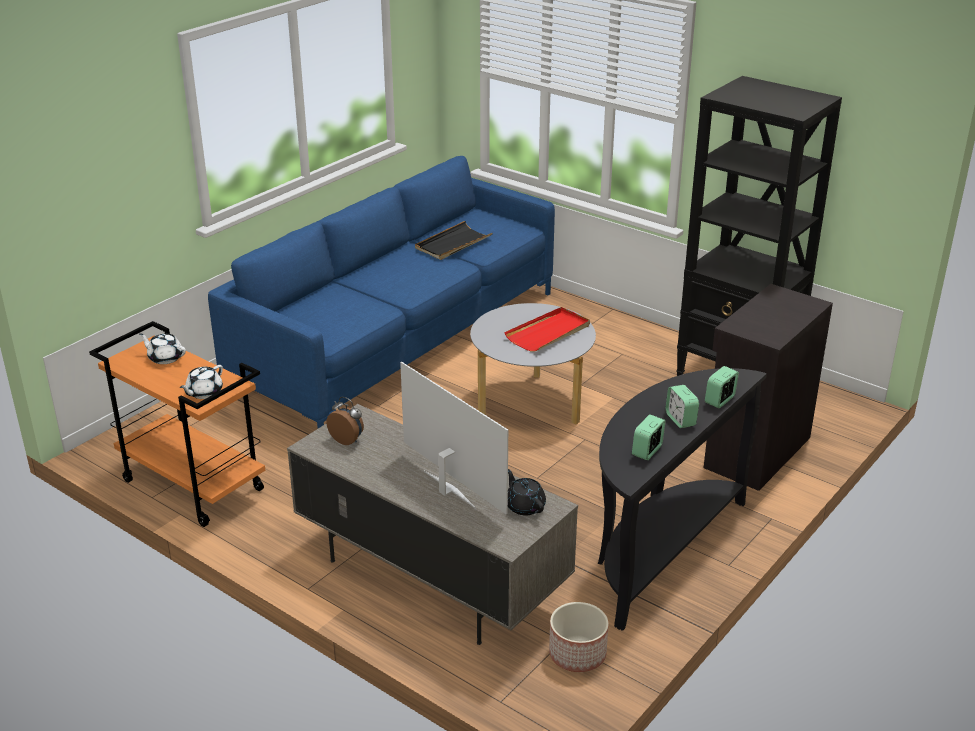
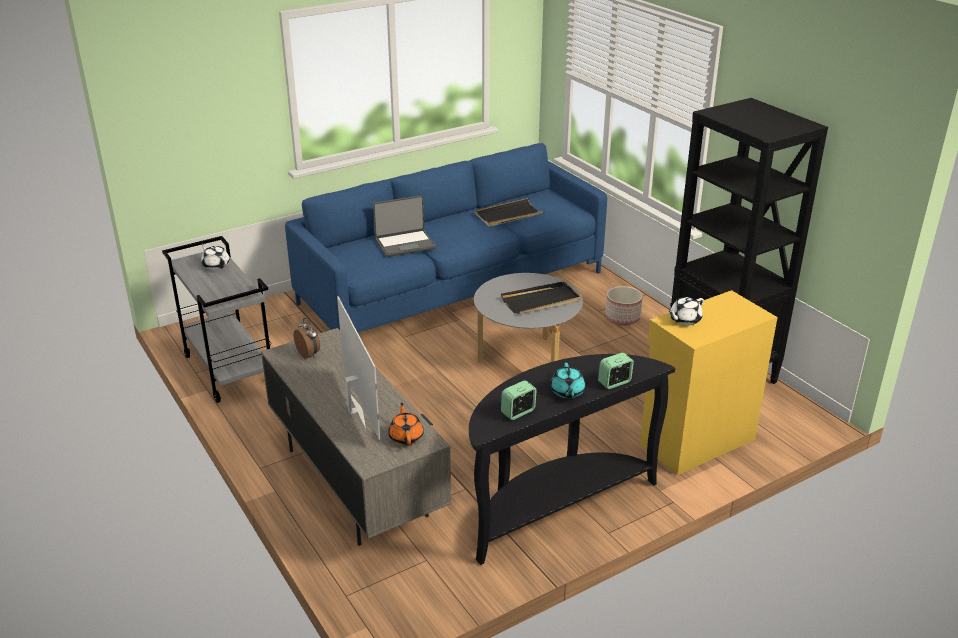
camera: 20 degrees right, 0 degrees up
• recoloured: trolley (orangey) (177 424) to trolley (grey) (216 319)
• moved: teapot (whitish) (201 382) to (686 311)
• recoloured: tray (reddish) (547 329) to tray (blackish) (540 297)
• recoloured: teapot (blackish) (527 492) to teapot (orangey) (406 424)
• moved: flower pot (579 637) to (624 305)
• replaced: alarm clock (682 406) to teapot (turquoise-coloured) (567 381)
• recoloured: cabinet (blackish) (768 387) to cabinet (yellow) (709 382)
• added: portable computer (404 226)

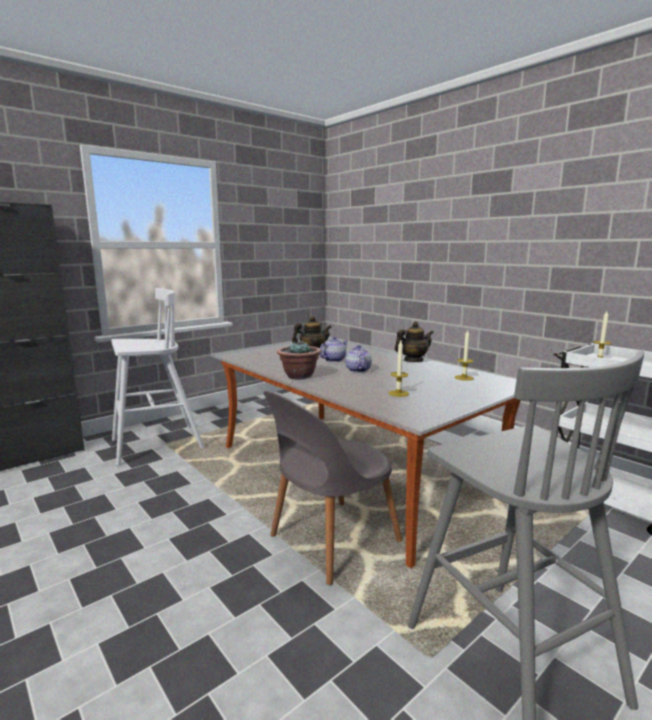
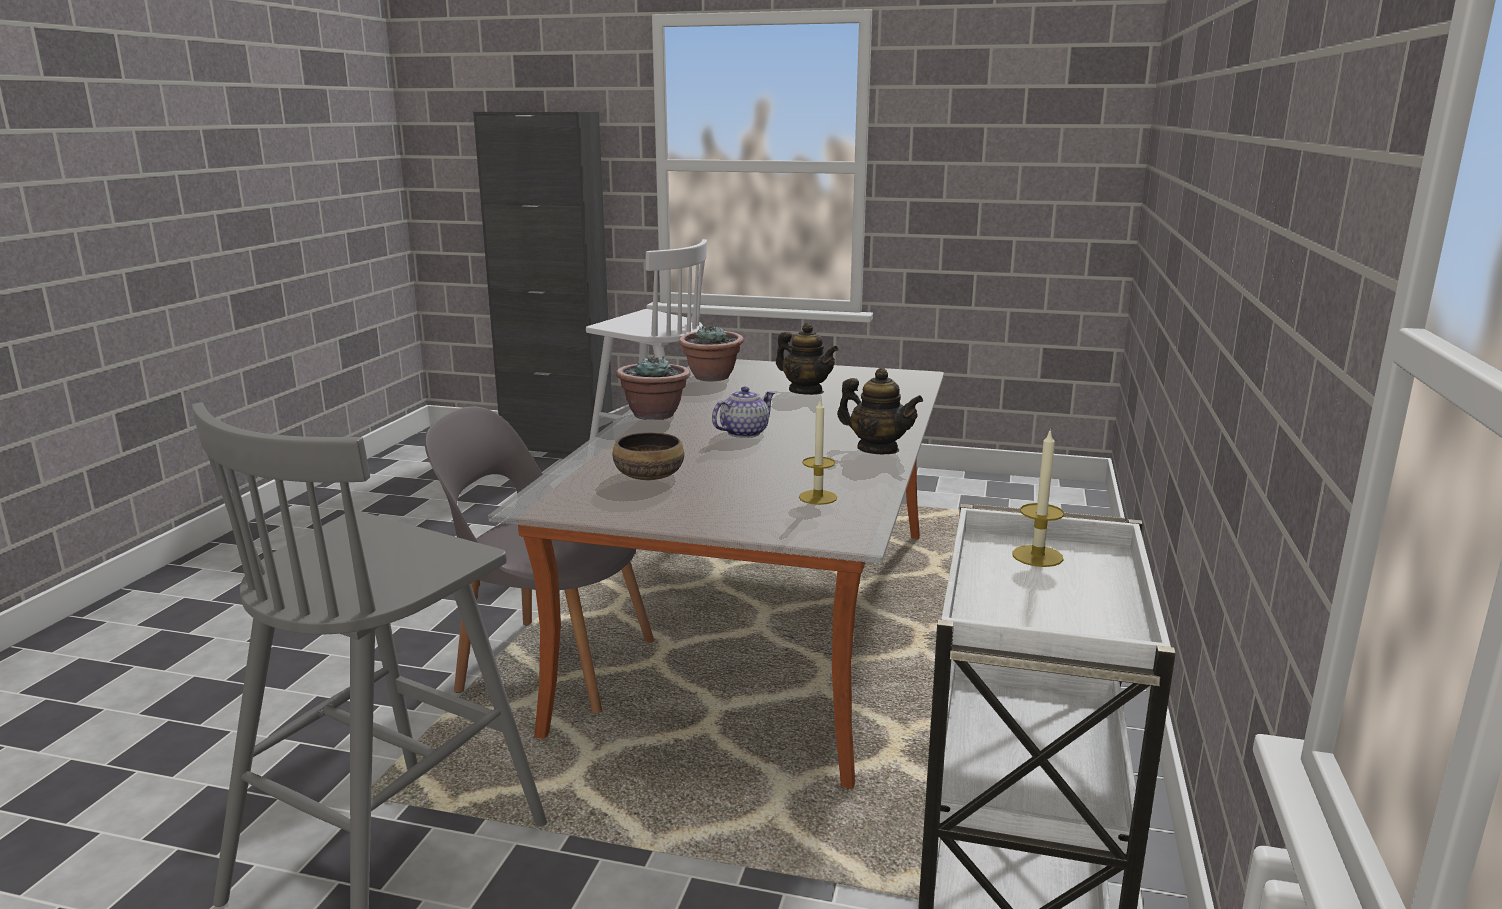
camera: 55 degrees right, 5 degrees up
• removed: teapot (333 349)
• replaced: wax light (398 369) to serving bowl (648 456)
• added: plant in a pot (711 353)

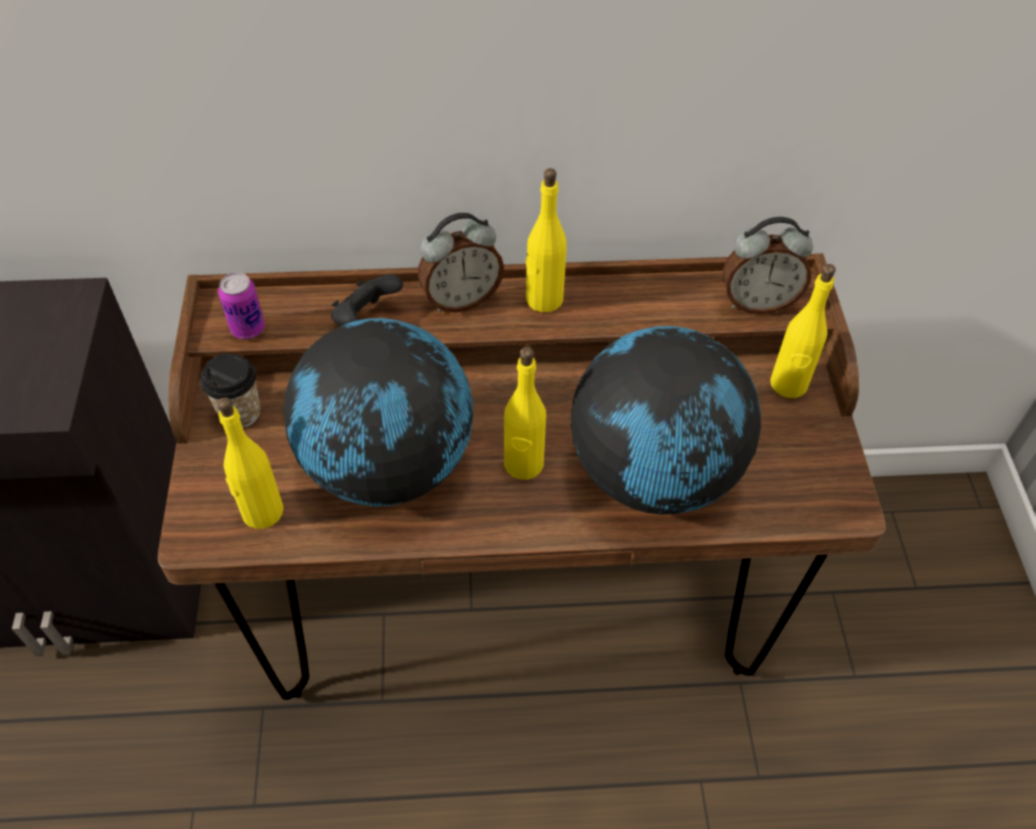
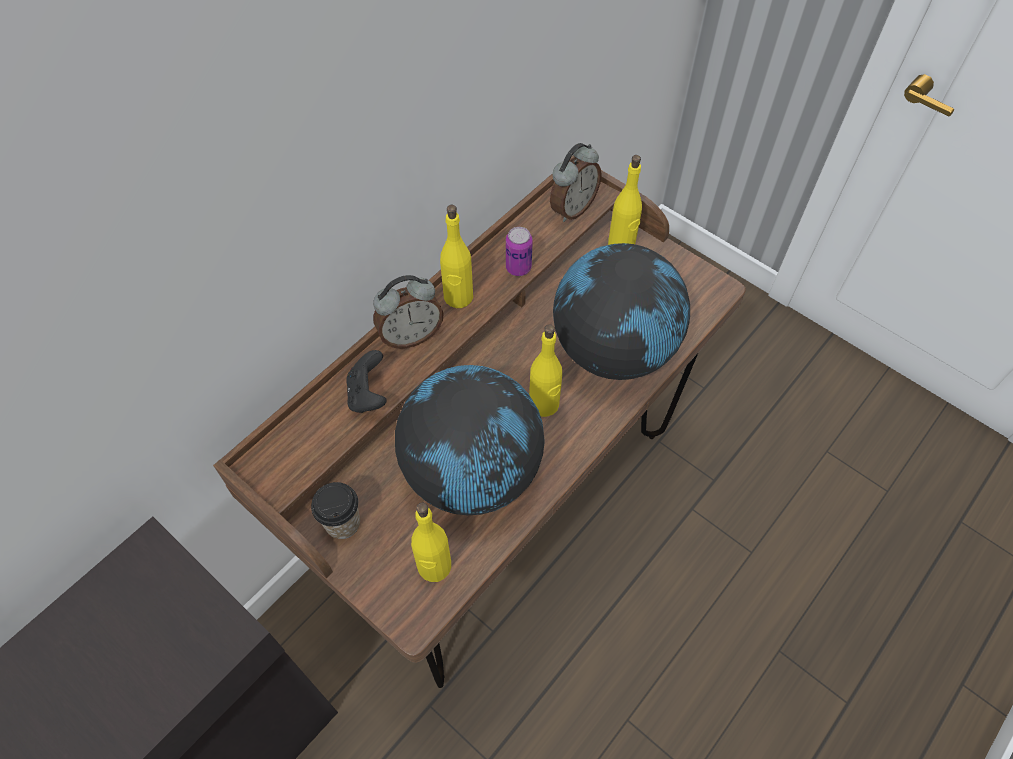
camera: 45 degrees left, 5 degrees up
• moved: metal can (241 305) to (519 251)
• turned: alarm clock (461 262) = (408 312) 45 degrees clockwise

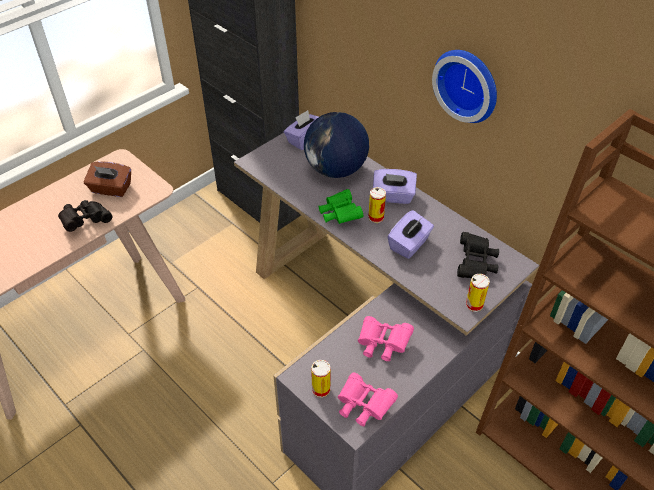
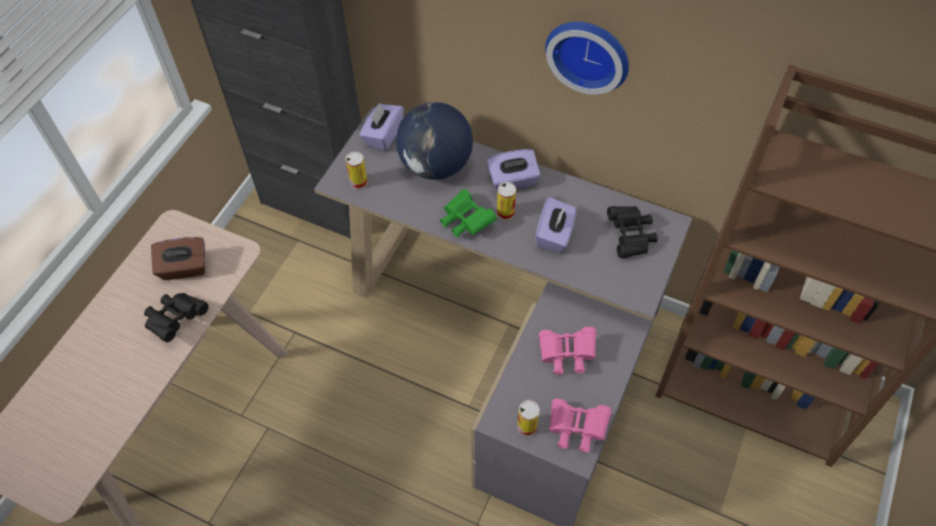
camera: 20 degrees left, 10 degrees up
• moved: metal can (478 293) to (356 170)

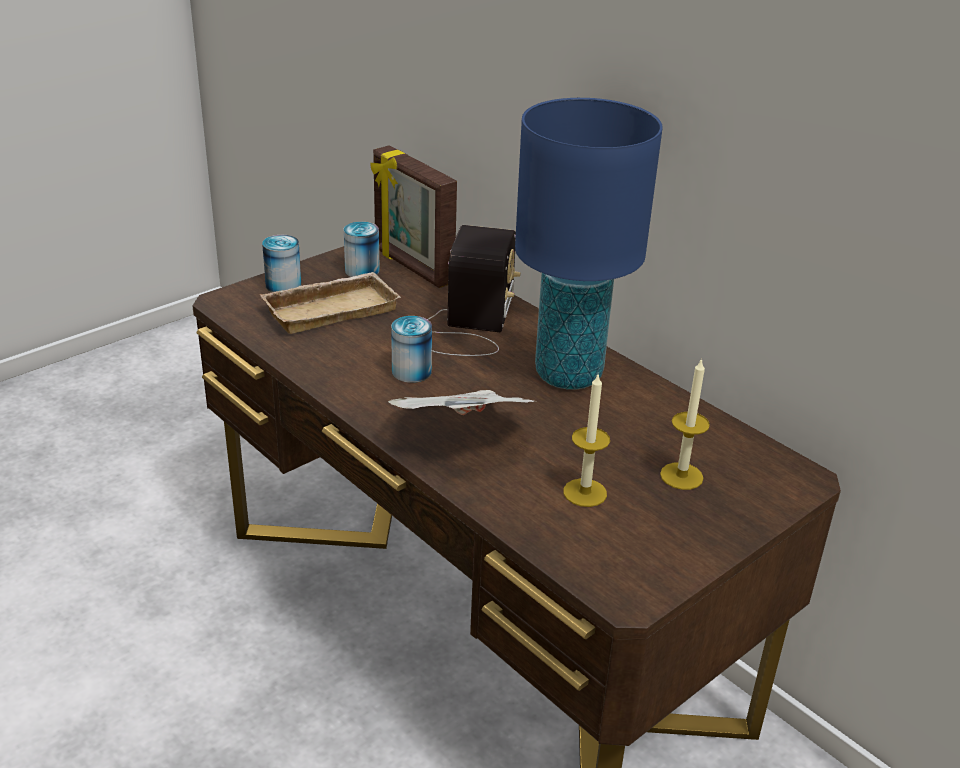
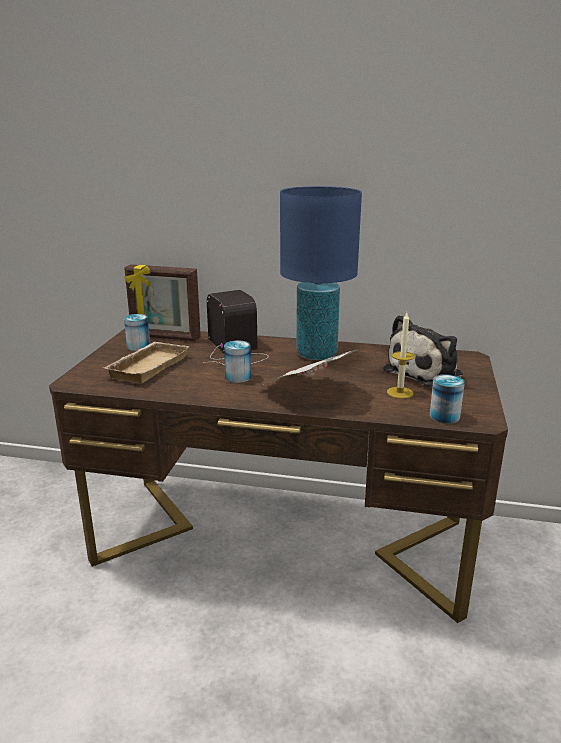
camera: 35 degrees left, 10 degrees down
• moved: metal can (281 263) to (447 399)
• replaced: wax light (685 424) to soft toy (423 351)

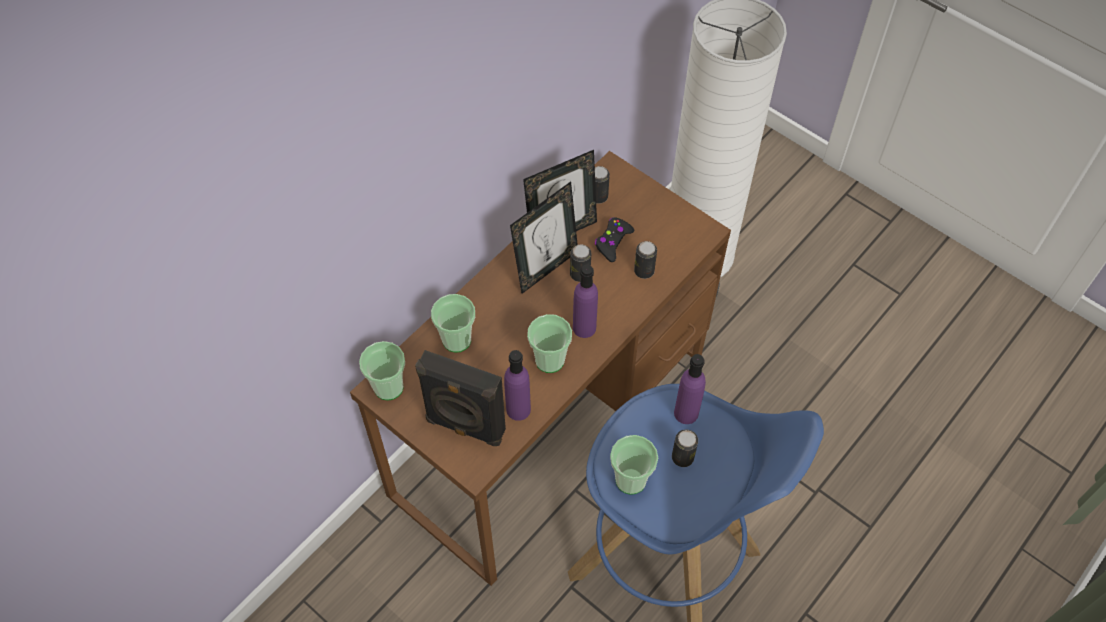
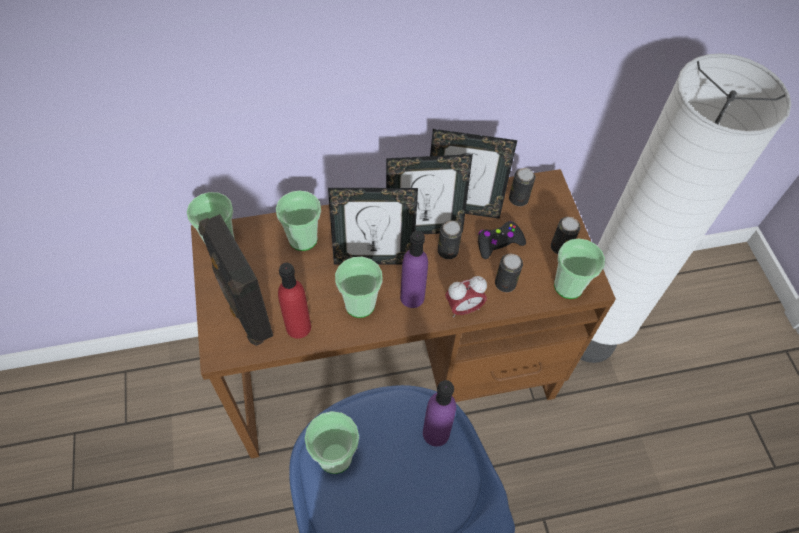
camera: 35 degrees right, 0 degrees up
• recoloured: bottle (purple-coloured) (517 385) to bottle (reddish) (294 301)
• moved: metal can (685 448) to (565 235)
• added: photo frame (373 226)
• added: alarm clock (466 297)
• added: cup (579 269)

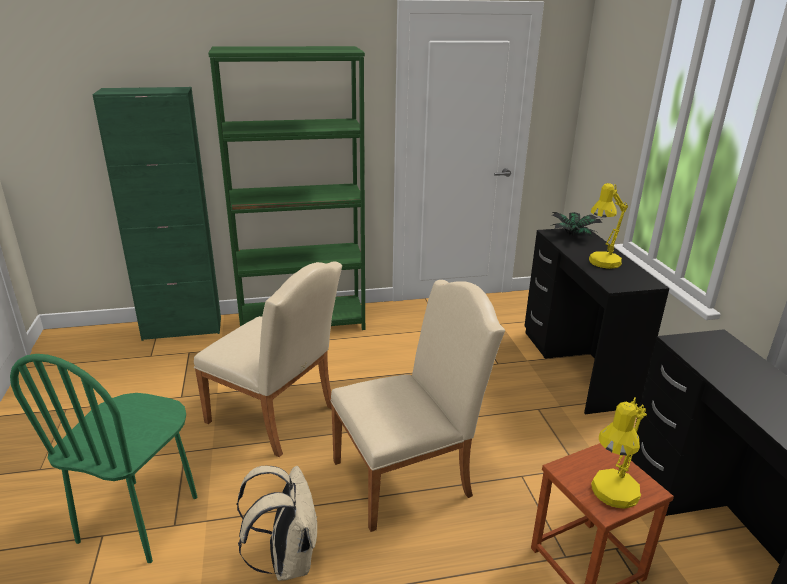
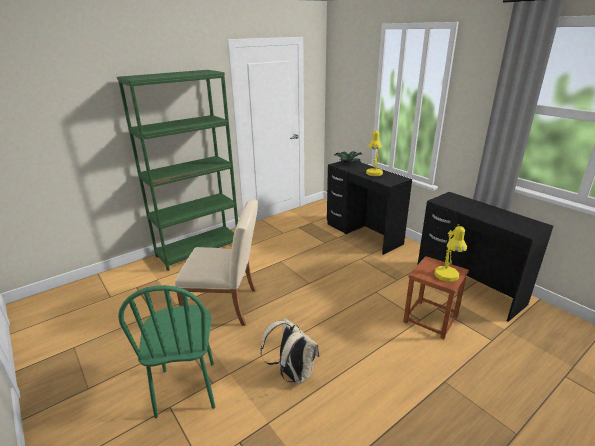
camera: 25 degrees left, 0 degrees up
• removed: cabinet (green-coloured) (156 214)
• removed: upright chair (sand-coloured) (417 406)

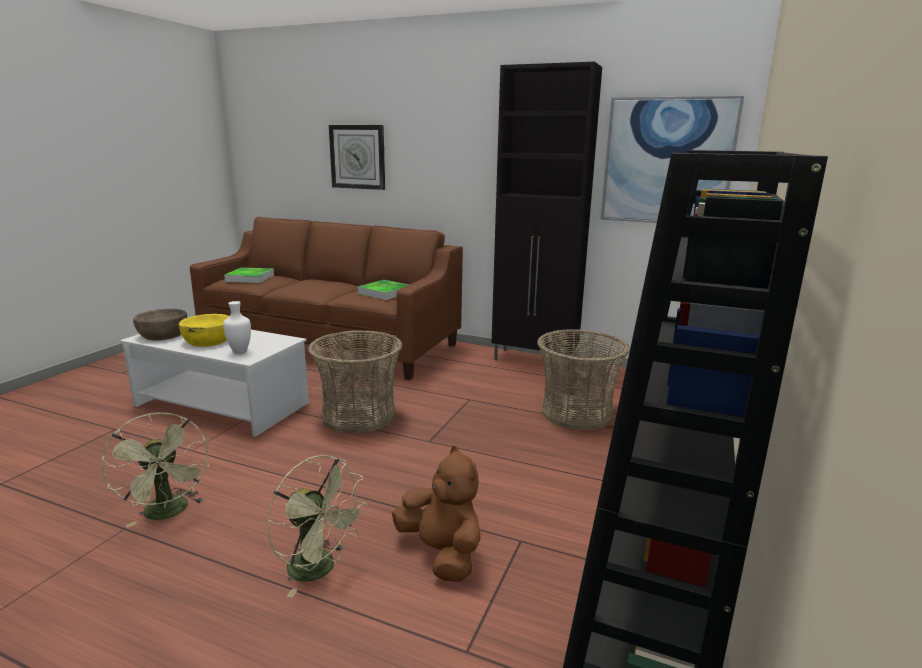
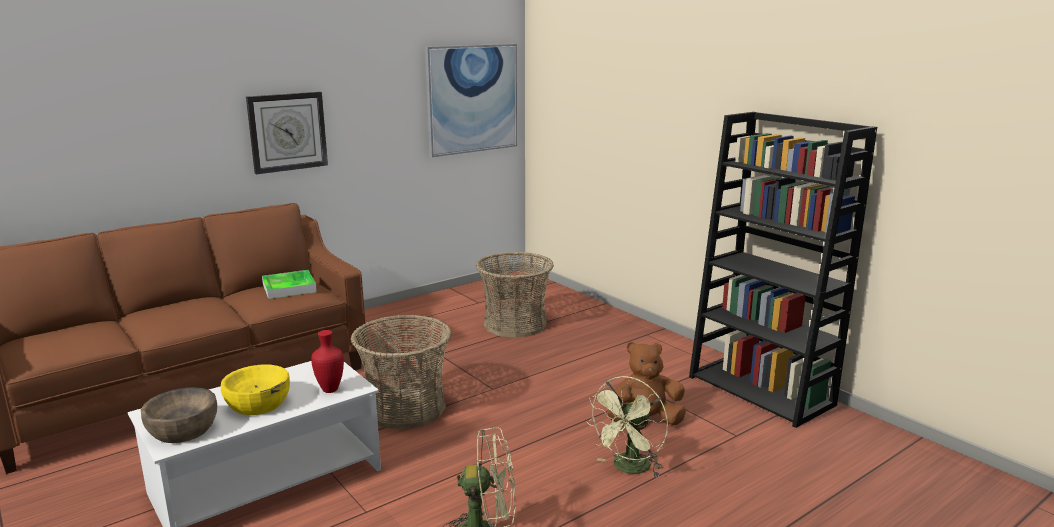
camera: 60 degrees left, 0 degrees up
• recoloured: decorative vase (whitish) (237 327) to decorative vase (reddish) (327 361)
• removed: tray (249 275)
• turned: cooling fan (green-coloured) (317 526) = (627 426) 150 degrees clockwise
• moved: wall clock (357 157) to (287 133)
• removed: cabinet (blackish) (547 216)

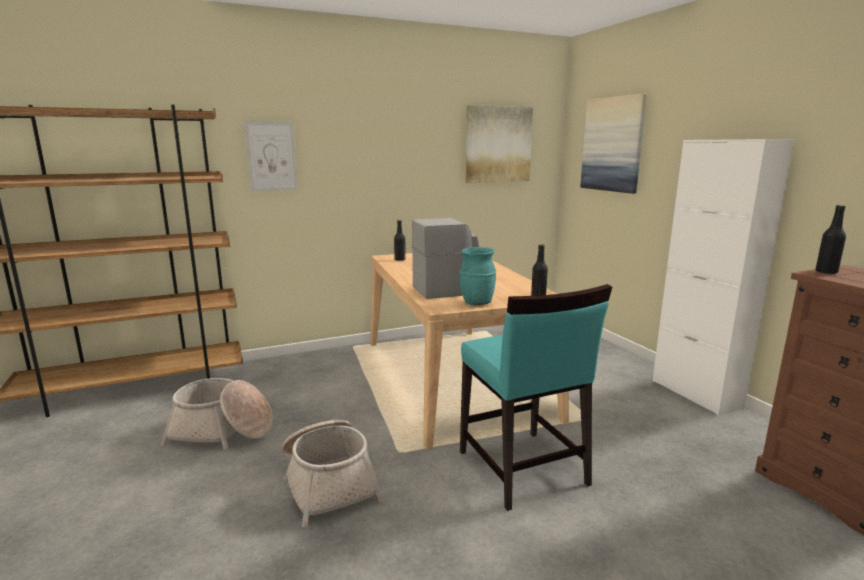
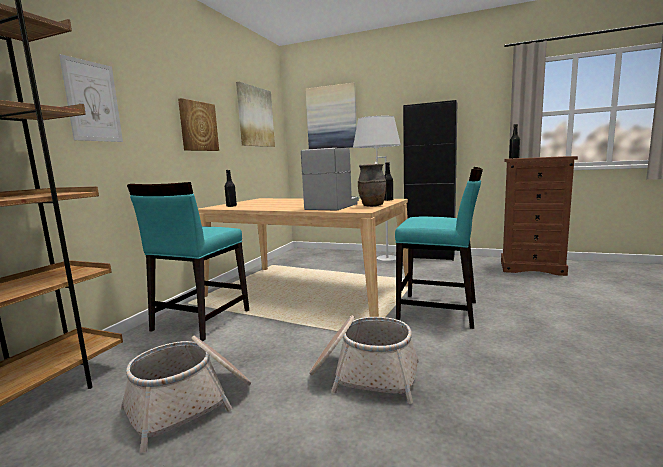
camera: 45 degrees left, 5 degrees down
• recoloured: decorative vase (turquoise-coloured) (478 276) to decorative vase (brown) (372 185)
• recoloured: cabinet (whitish) (723 277) to cabinet (blackish) (430 180)
• added: upright chair (turquoise-coloured) (188 261)
• added: wall art (198 124)
• added: floor lamp (whitish) (377 189)

